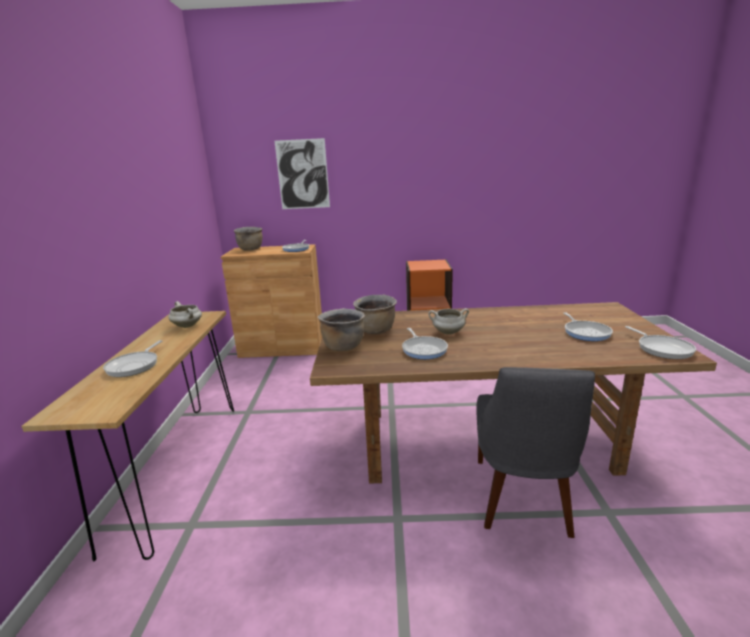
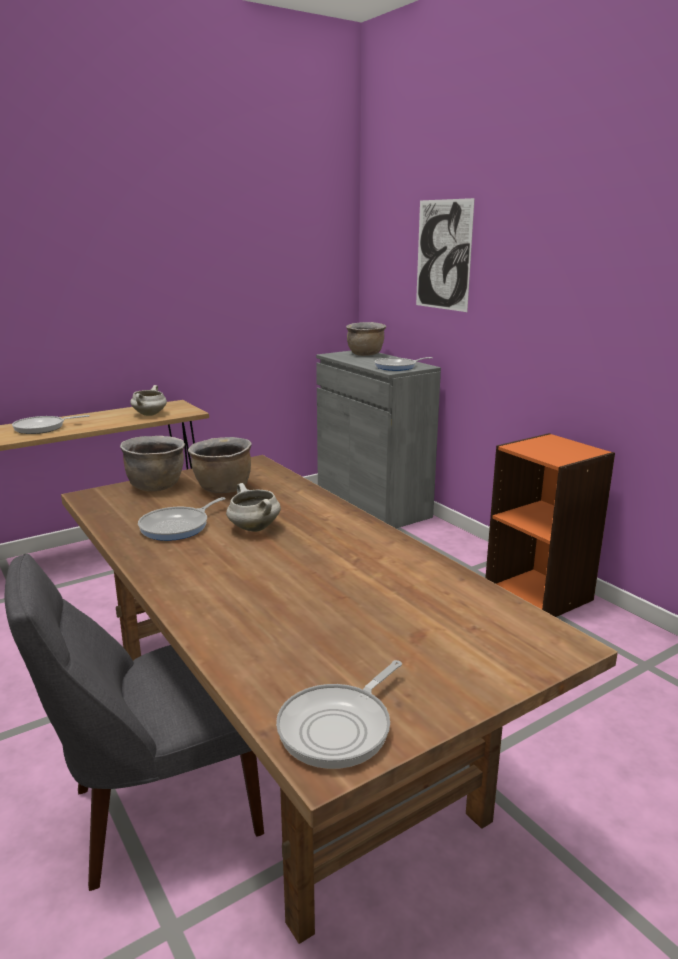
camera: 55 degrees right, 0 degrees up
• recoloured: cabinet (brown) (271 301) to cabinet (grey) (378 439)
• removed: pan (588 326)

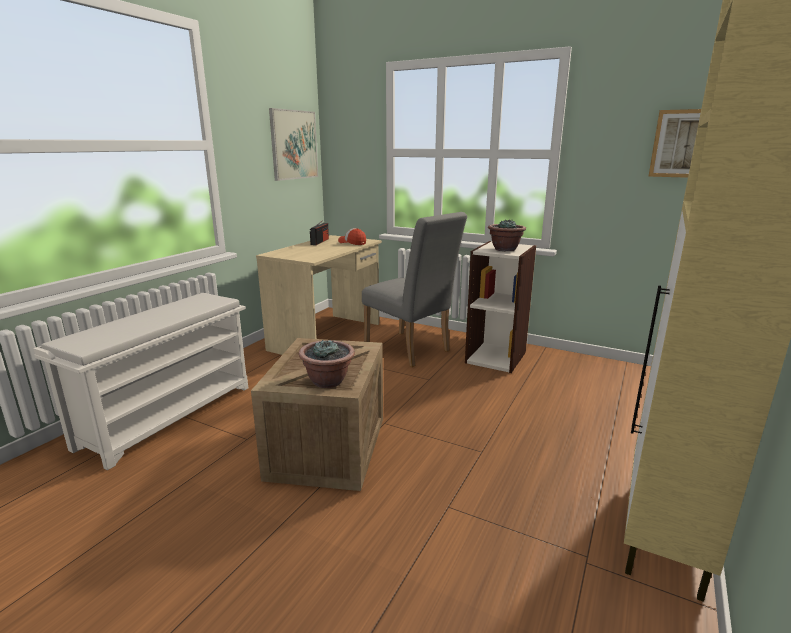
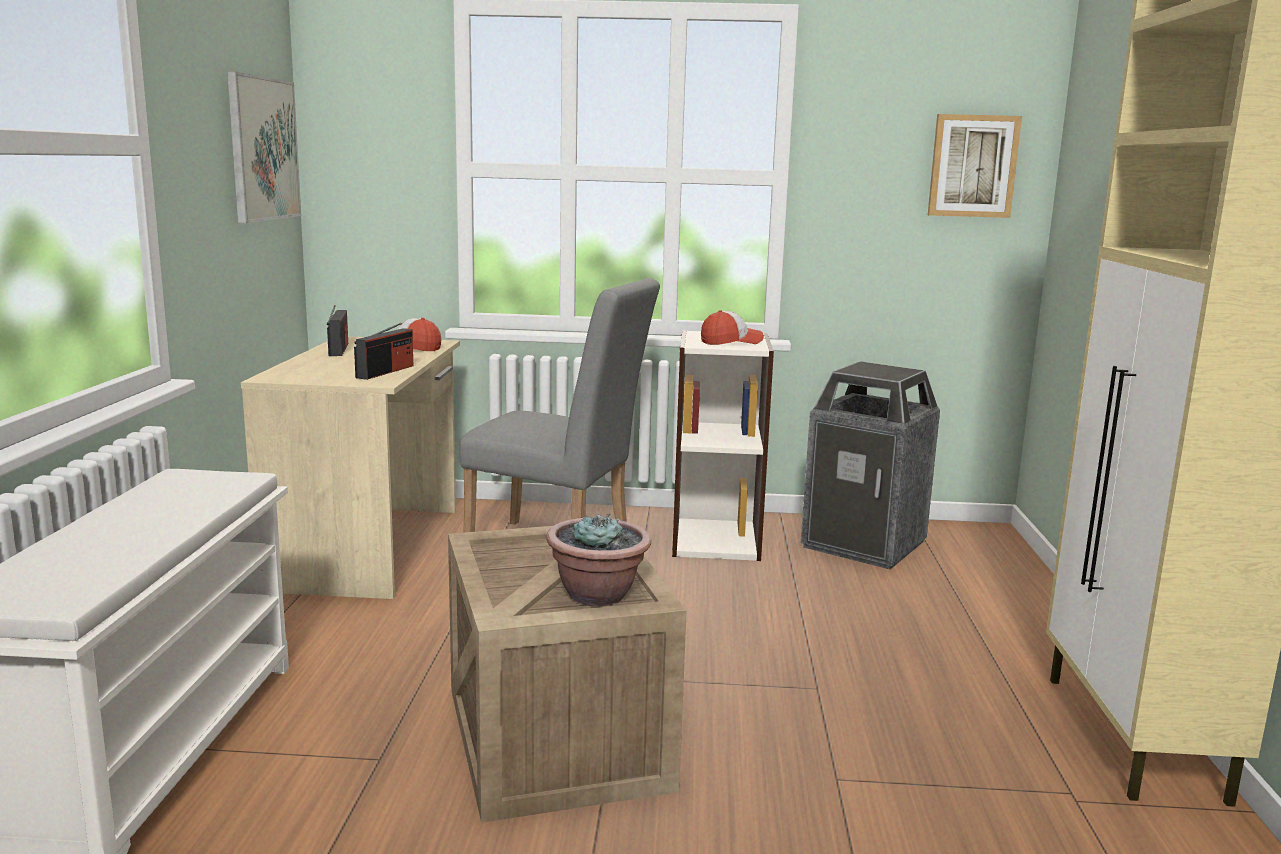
camera: 25 degrees left, 5 degrees down
• replaced: plant in a pot (507 235) to peaked cap (732 327)
• added: radio set (383 351)
• added: rubbish bin (870 465)

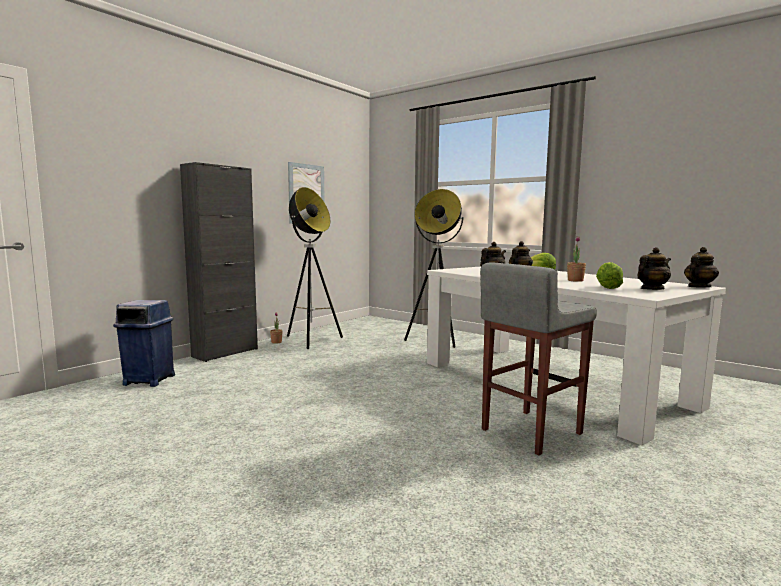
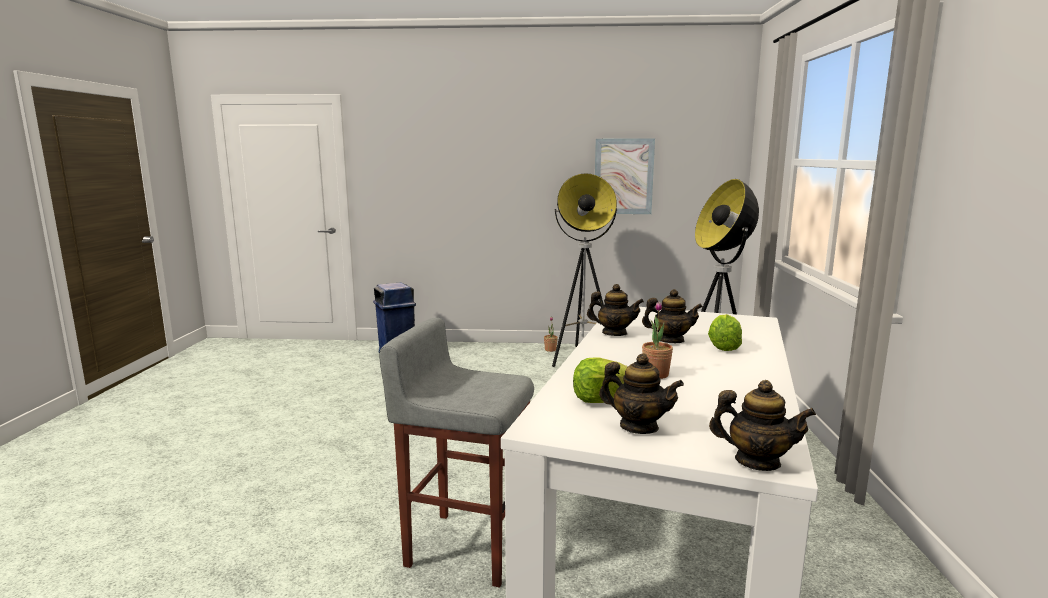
camera: 55 degrees right, 5 degrees up
• removed: cabinet (blackish) (219 262)

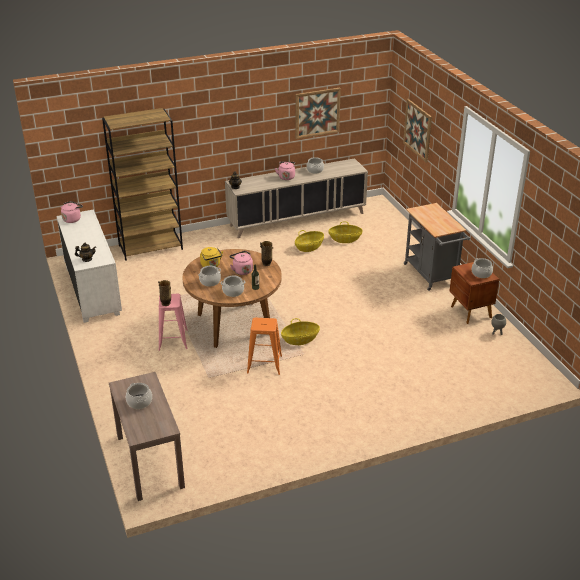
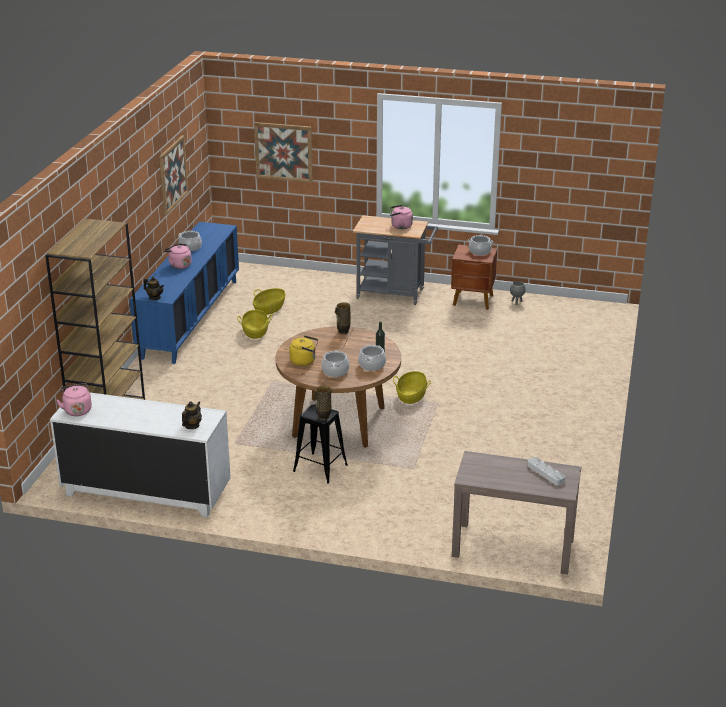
camera: 55 degrees left, 5 degrees down
• removed: saucepot (139 396)
• recoloured: sitting stool (pink-coloured) (173 322) to sitting stool (blackish) (320 443)
• recoloured: cabinet (sand-coloured) (296 198) to cabinet (blue-coloured) (184 293)
• moved: tea kettle (pink-coloured) (241 263) to (401 217)
• removed: sitting stool (orangey) (264 346)
• added: tray (grey) (546 471)

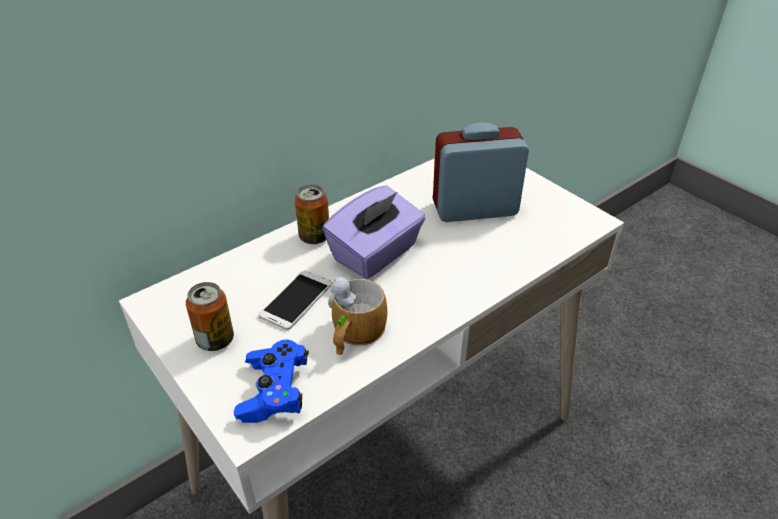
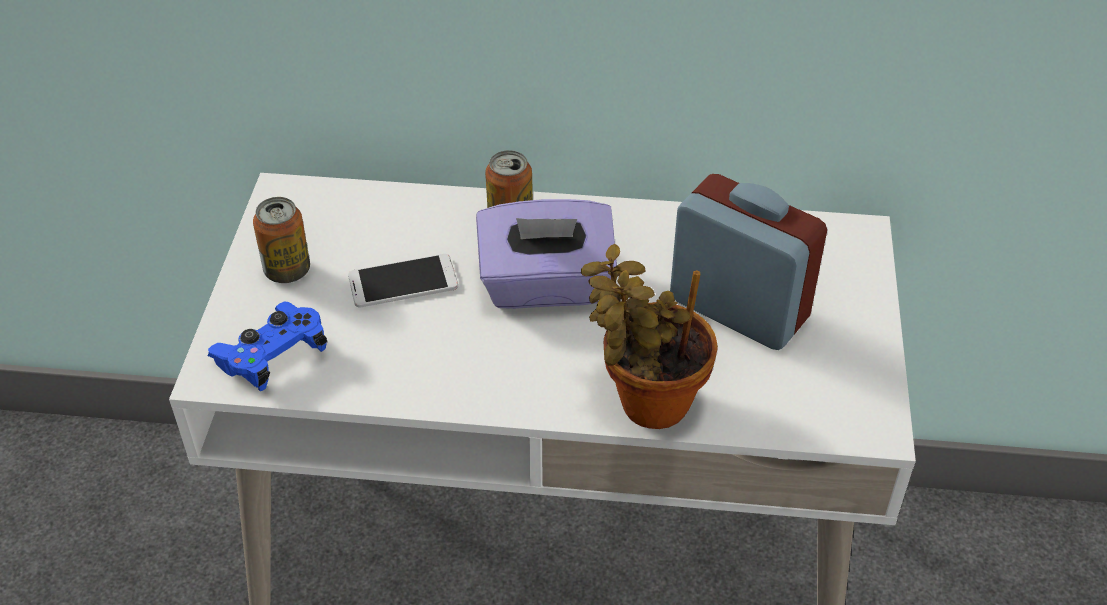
camera: 45 degrees right, 5 degrees up
• removed: tea mug (357 316)
• added: plant in a pot (649 336)

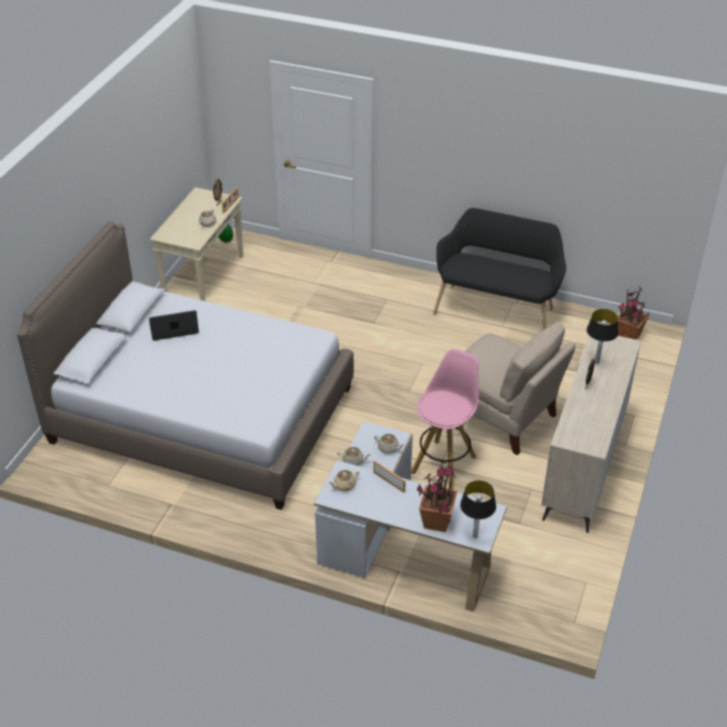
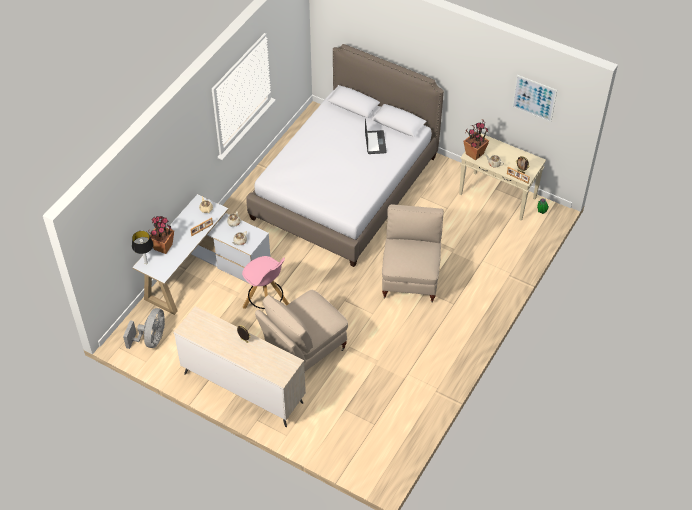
camera: 100 degrees right, 10 degrees up
• removed: indoor bench (blackish) (499 269)
• removed: table lamp (602 336)
• moved: plant in a pot (633 312) to (476 140)
• added: cooling fan (grey) (144 328)
• added: upright chair (sand-coloured) (413 253)
• added: wall art (534 98)

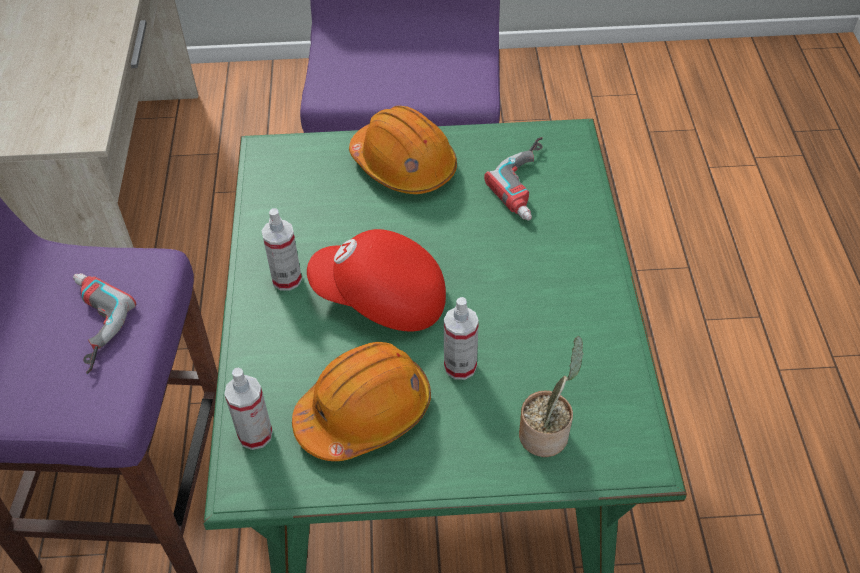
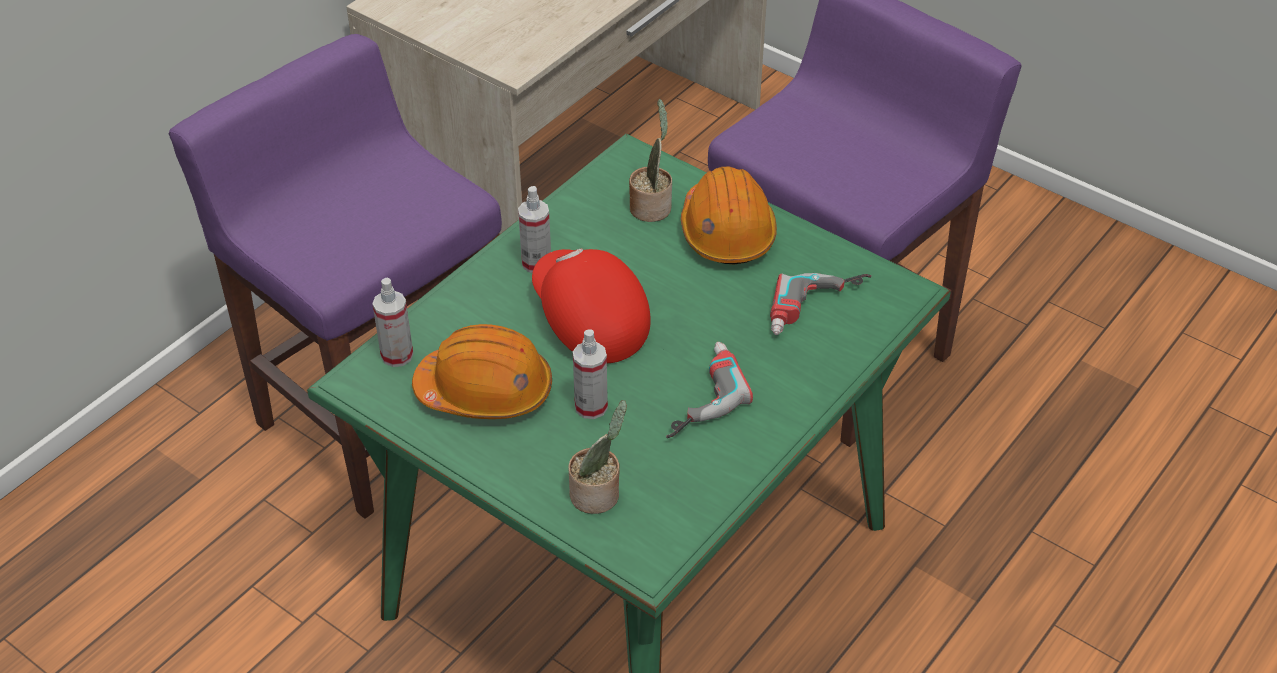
camera: 40 degrees right, 5 degrees down
• moved: power drill (104 323) to (709 390)
• added: plant in a pot (650 160)

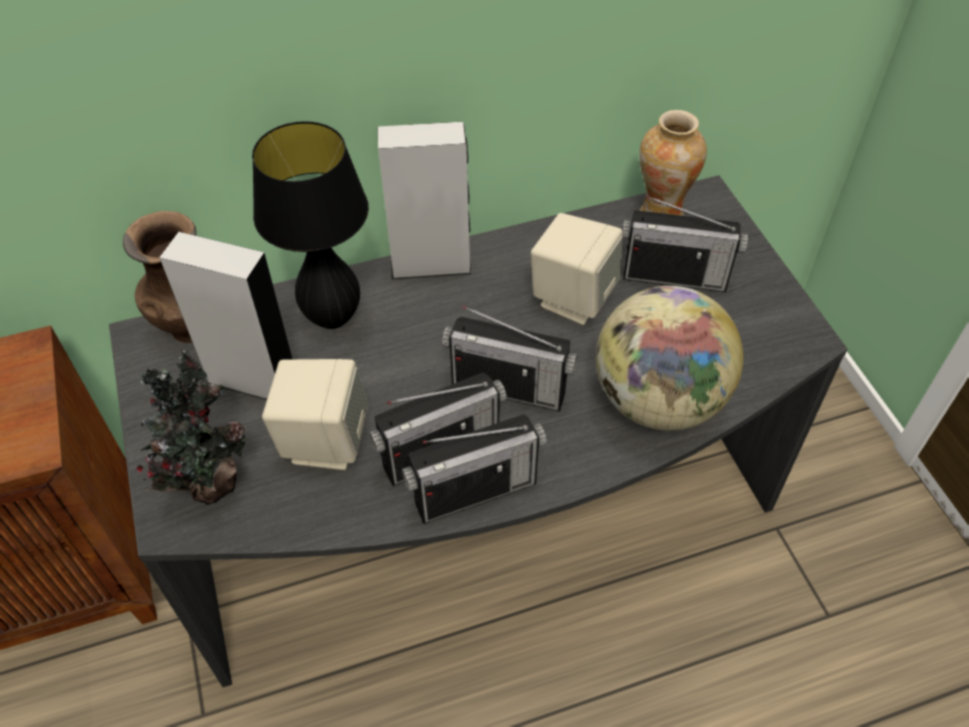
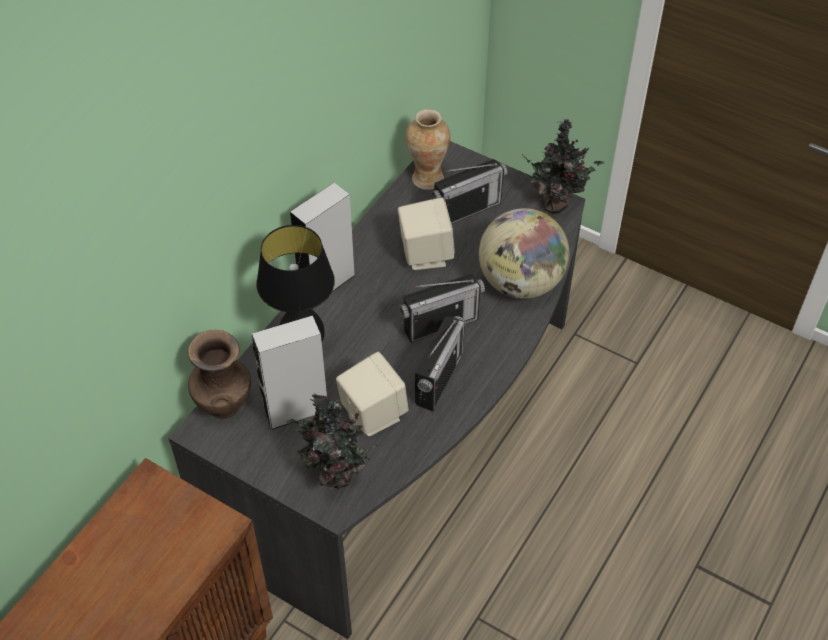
camera: 40 degrees left, 0 degrees up
• removed: radio set (474 469)
• added: plant in a pot (564 166)

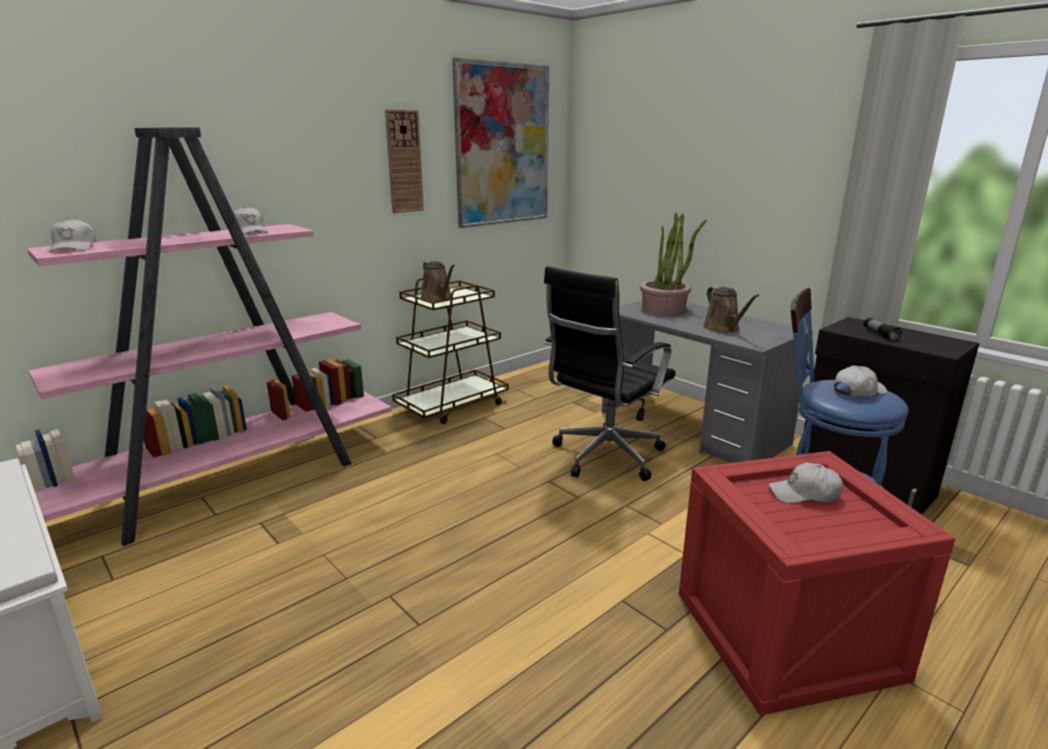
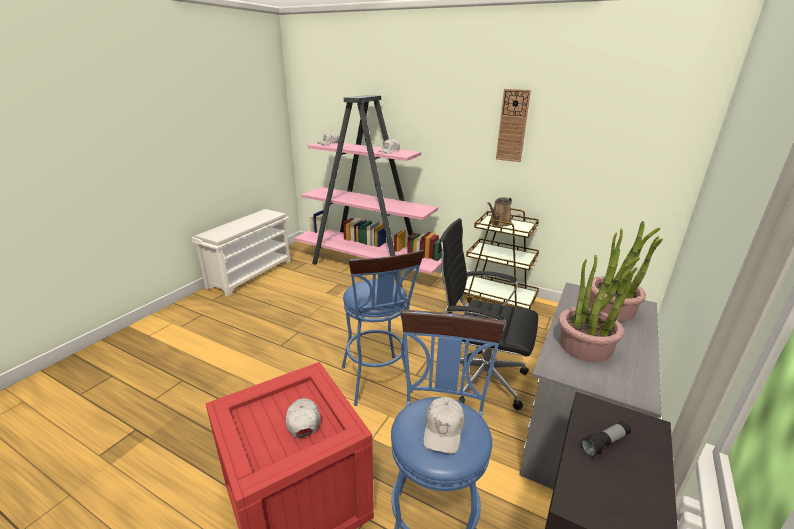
camera: 70 degrees right, 5 degrees up
• removed: wall art (500 143)
• replaced: watering pot (brown) (731 309) to plant in a pot (599 305)
• turned: peaked cap (whitish) (860 381) = (444 425) 60 degrees clockwise
• added: sitting stool (blue-coloured) (382 328)

